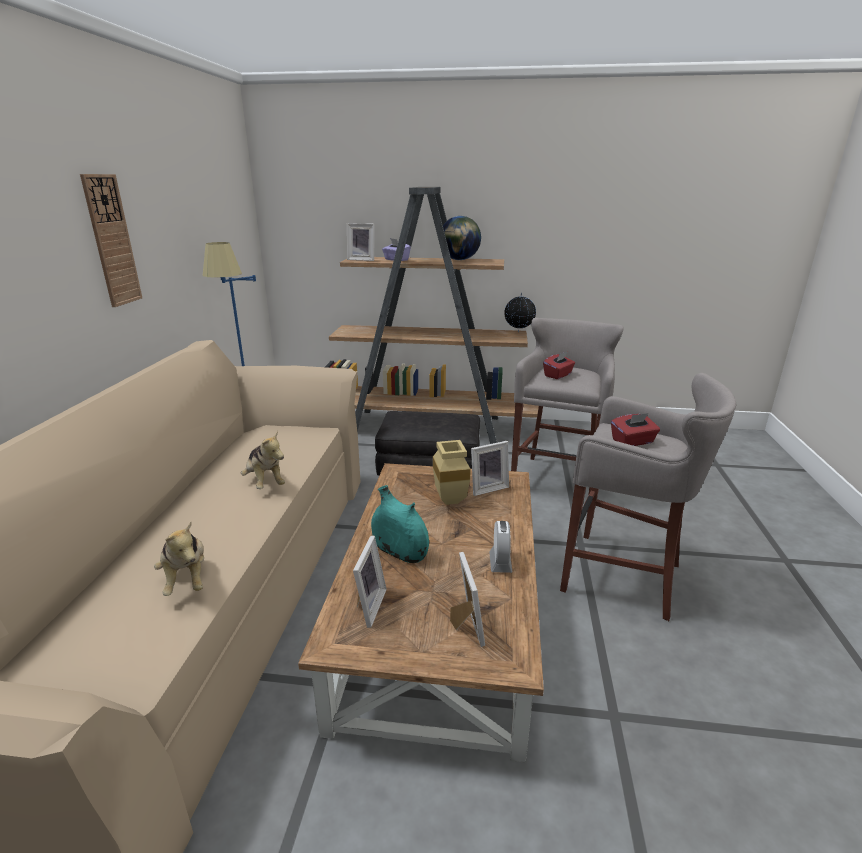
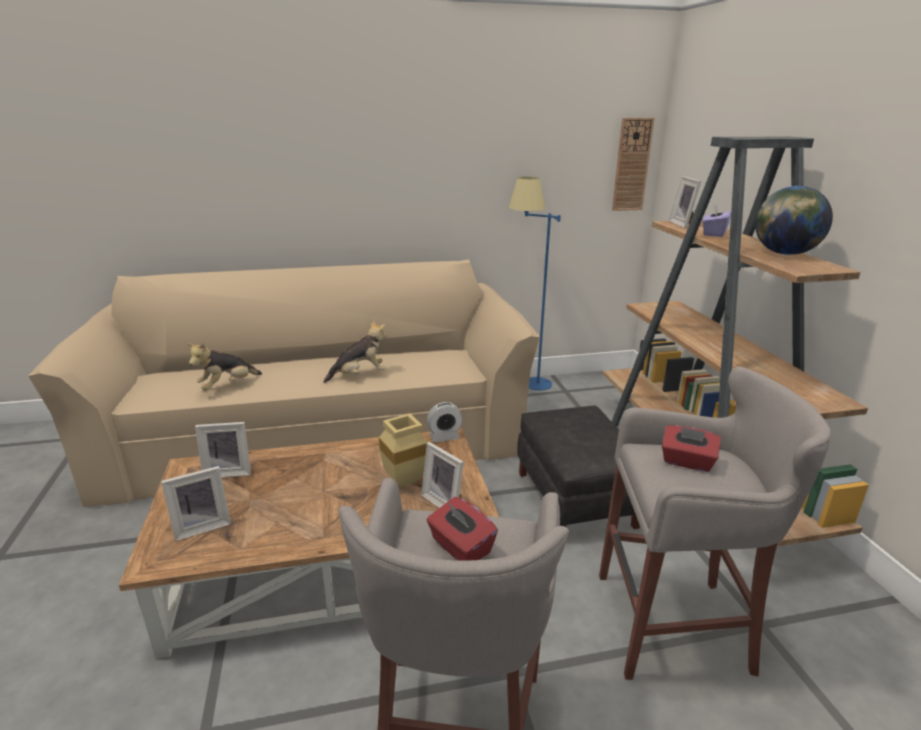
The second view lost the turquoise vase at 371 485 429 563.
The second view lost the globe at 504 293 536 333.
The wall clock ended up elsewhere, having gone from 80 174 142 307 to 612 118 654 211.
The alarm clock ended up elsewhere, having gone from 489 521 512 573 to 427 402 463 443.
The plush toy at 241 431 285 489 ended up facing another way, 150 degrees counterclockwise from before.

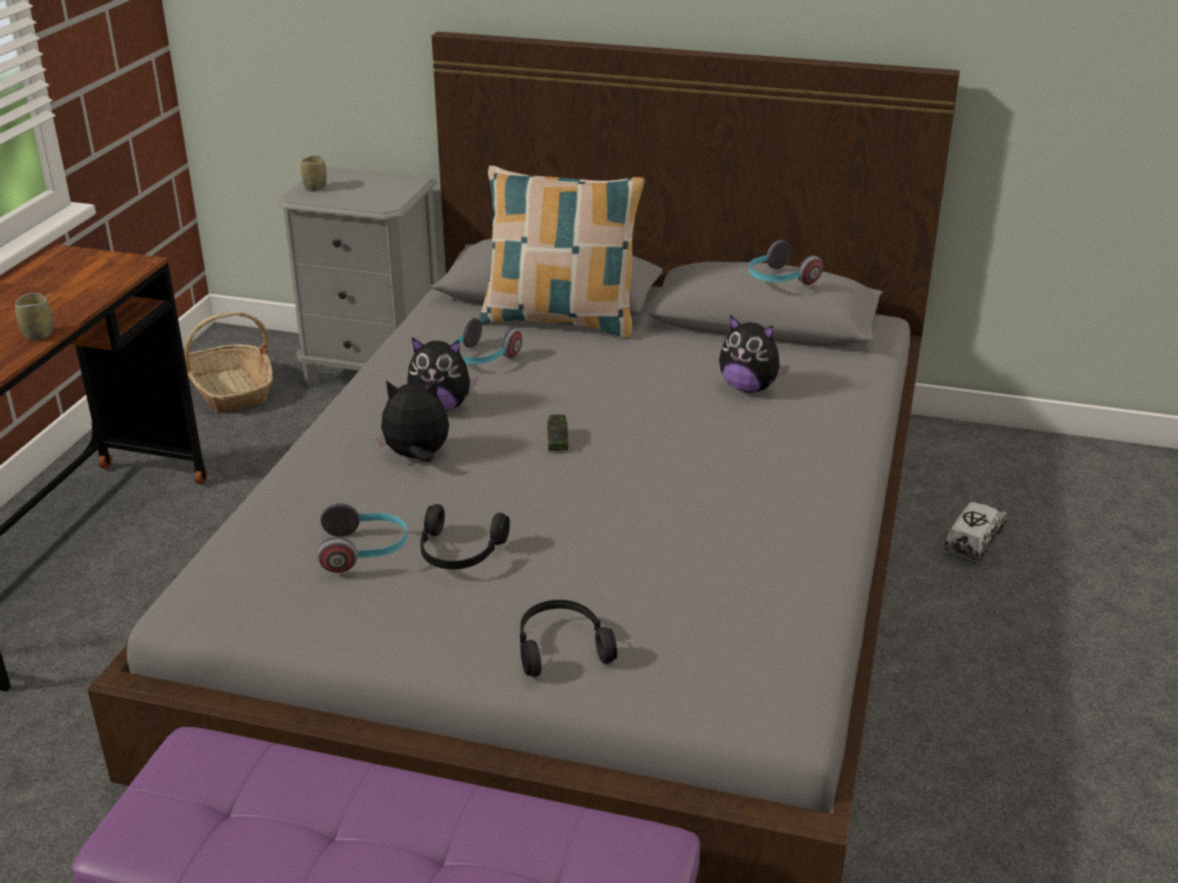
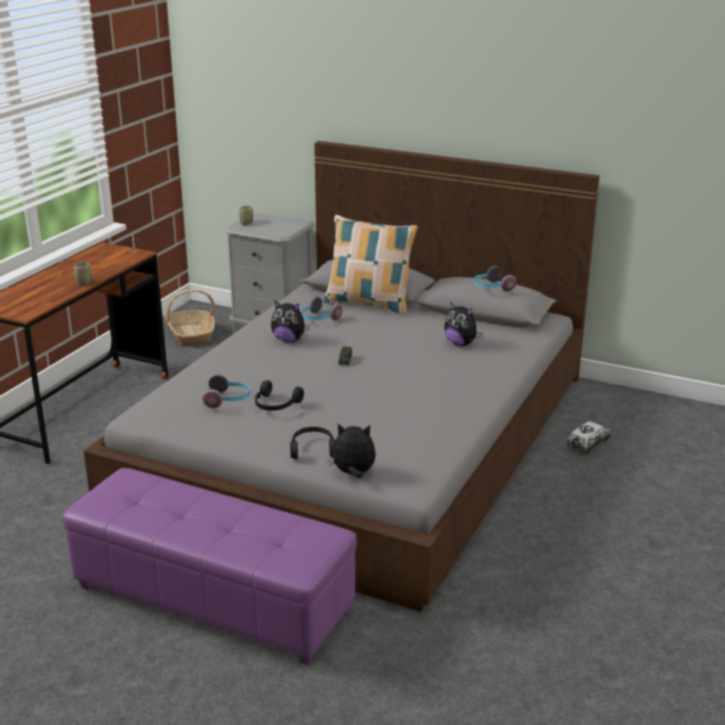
The plush toy ended up elsewhere, having gone from 375 379 449 462 to 327 424 376 478.

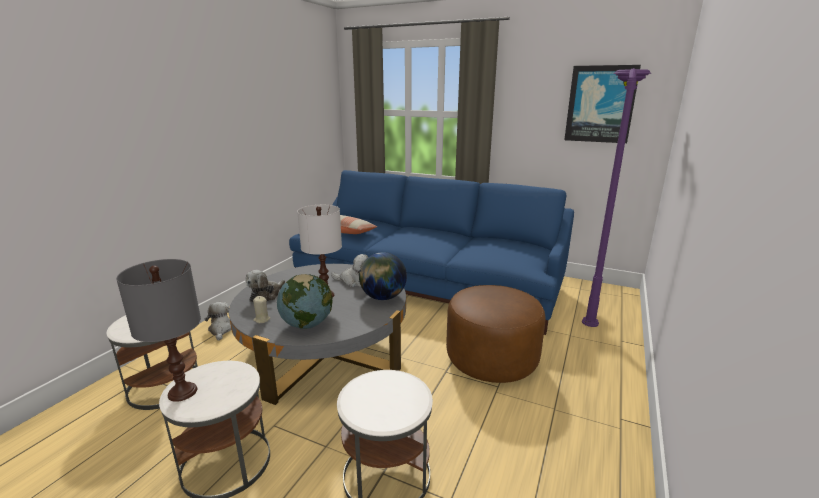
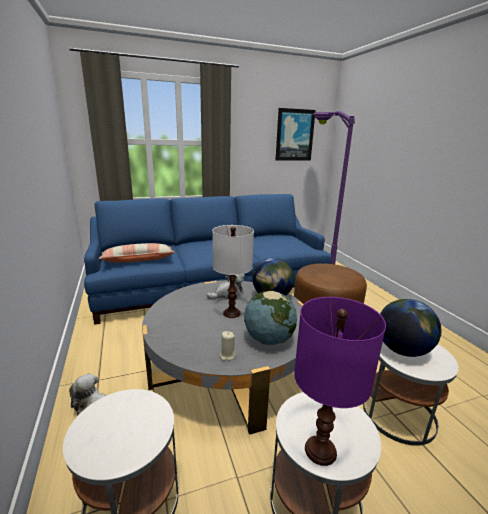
The second view lost the plush toy at 245 270 285 302.
The second view gained the globe at 380 299 441 357.
What was the grey table lamp at 116 259 201 402 turned into the purple table lamp at 294 297 386 466.

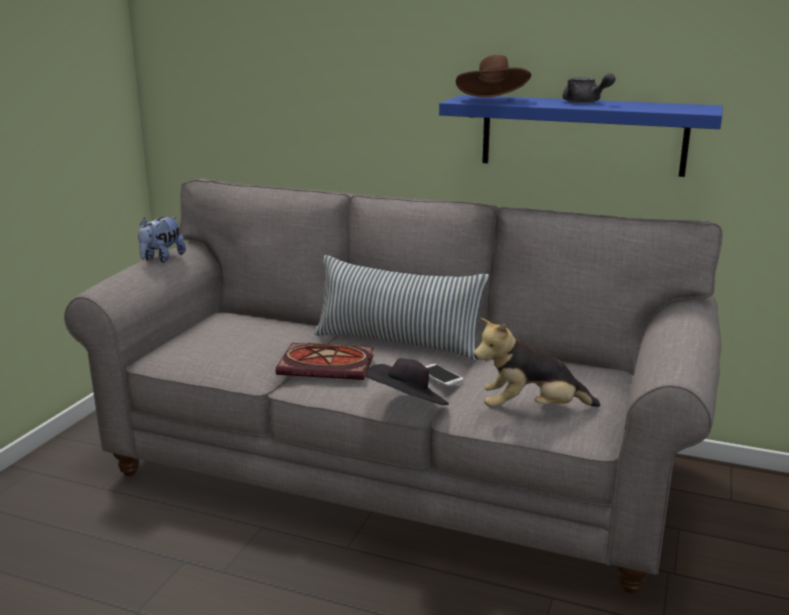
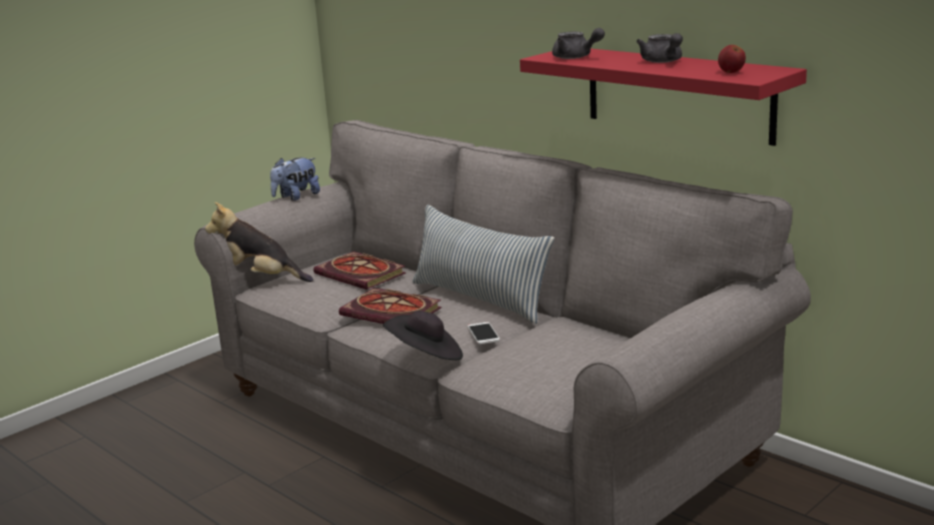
The second view gained the book at 313 251 406 290.
The second view gained the apple at 718 45 746 73.
The plush toy ended up elsewhere, having gone from 474 318 601 407 to 205 202 313 282.
Where the brown hat stood at 456 55 531 97, the grey teapot came to stand at 552 28 605 59.
What was the blue shelf at 439 95 723 177 turned into the red shelf at 520 49 807 146.

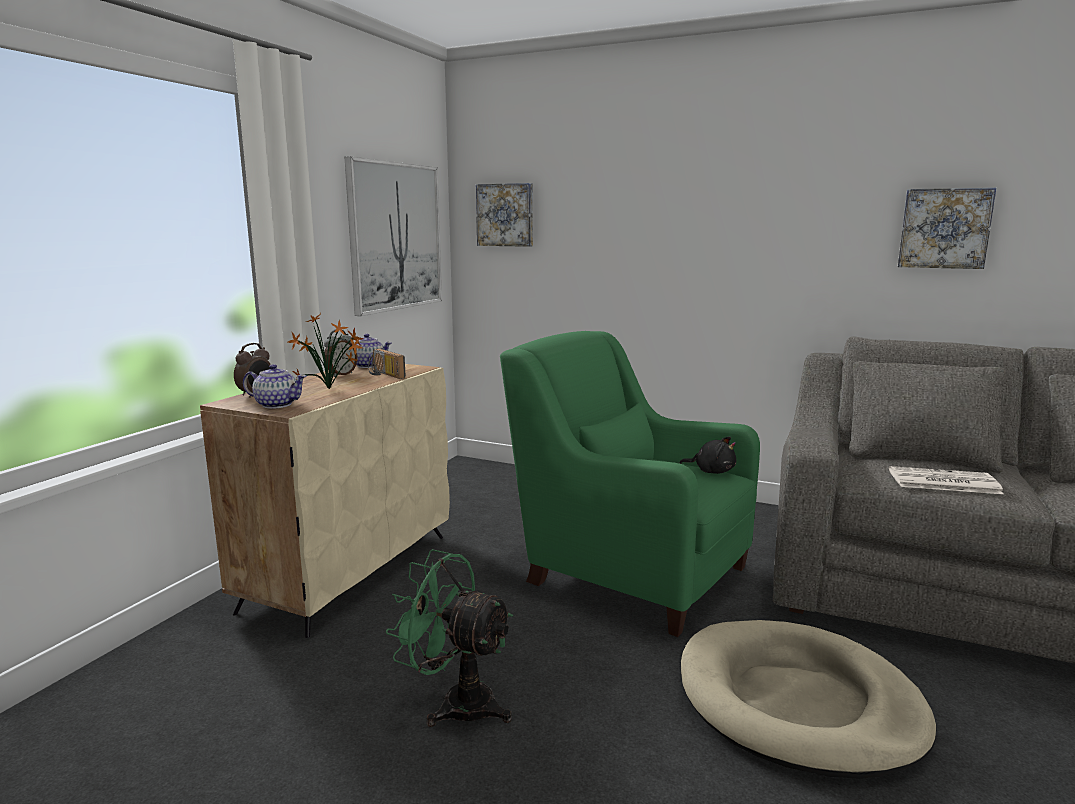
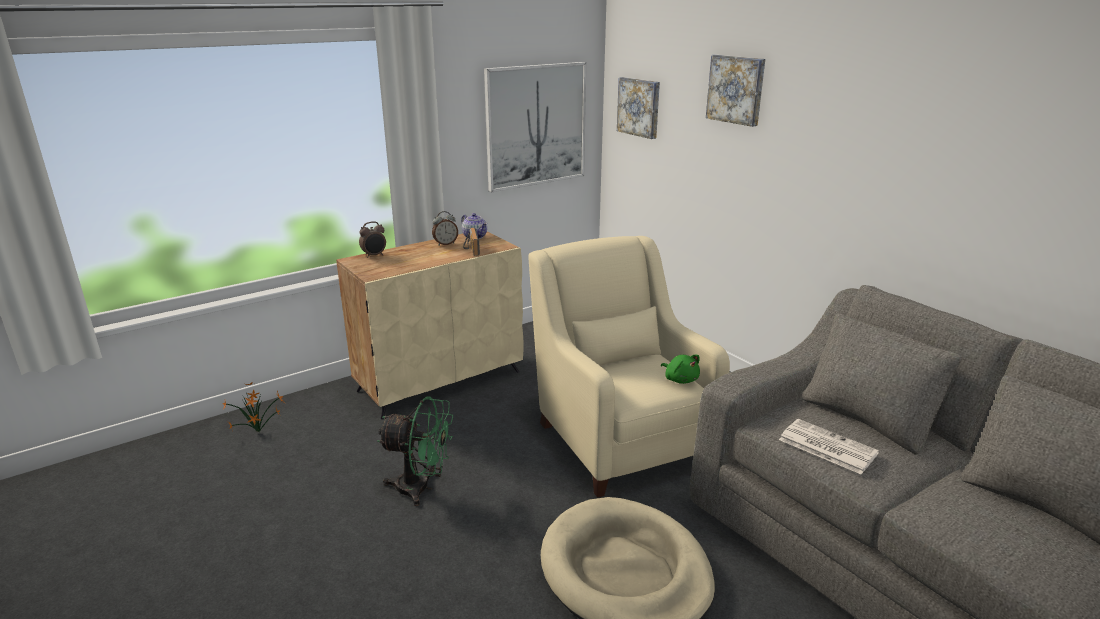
The second view lost the teapot at 243 364 307 409.
The potted plant ended up elsewhere, having gone from 288 313 364 389 to 223 382 285 432.
The picture ended up elsewhere, having gone from 898 188 996 269 to 706 55 765 127.
What was the green armchair at 500 331 760 637 turned into the beige armchair at 528 236 730 498.
What was the black plush toy at 679 436 737 474 turned into the green plush toy at 661 355 700 384.
The green fan at 386 549 513 727 ended up facing another way, 135 degrees clockwise from before.

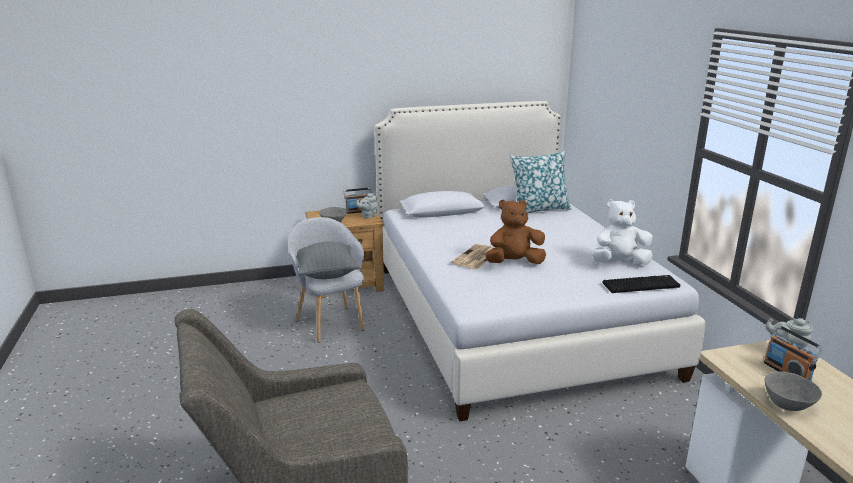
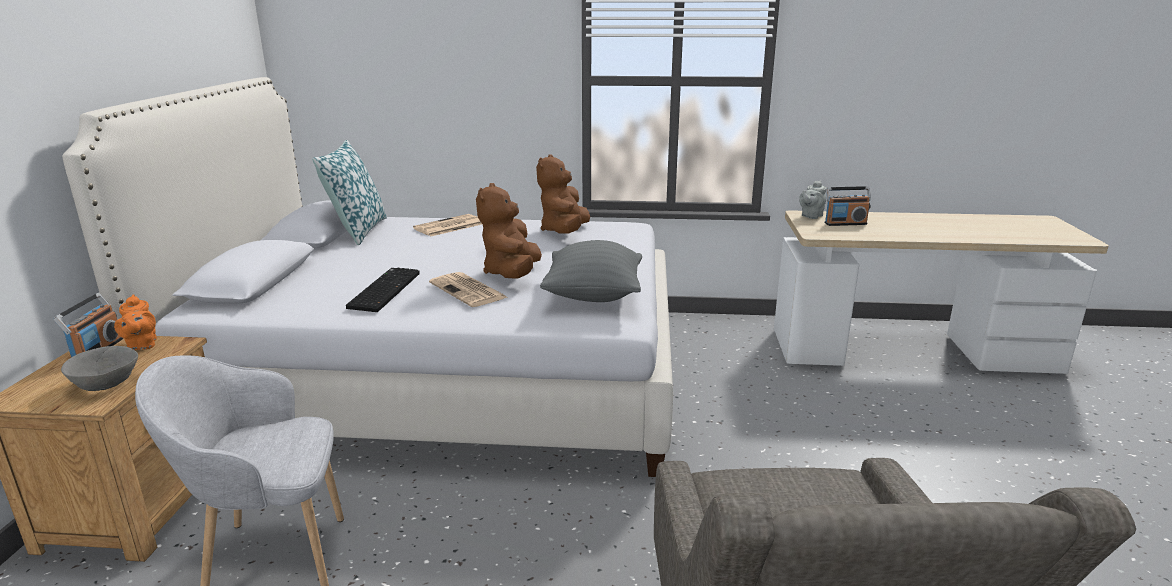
The second view lost the grey bowl at 765 371 822 411.
The second view gained the newspaper at 413 214 482 236.
The grey pillow ended up elsewhere, having gone from 297 241 360 279 to 540 240 642 302.
The keyboard ended up elsewhere, having gone from 603 275 680 293 to 346 268 420 312.
What was the grey teapot at 357 193 378 218 turned into the orange teapot at 114 294 157 350.
What was the white plush toy at 592 199 653 265 turned into the brown plush toy at 536 154 590 234.

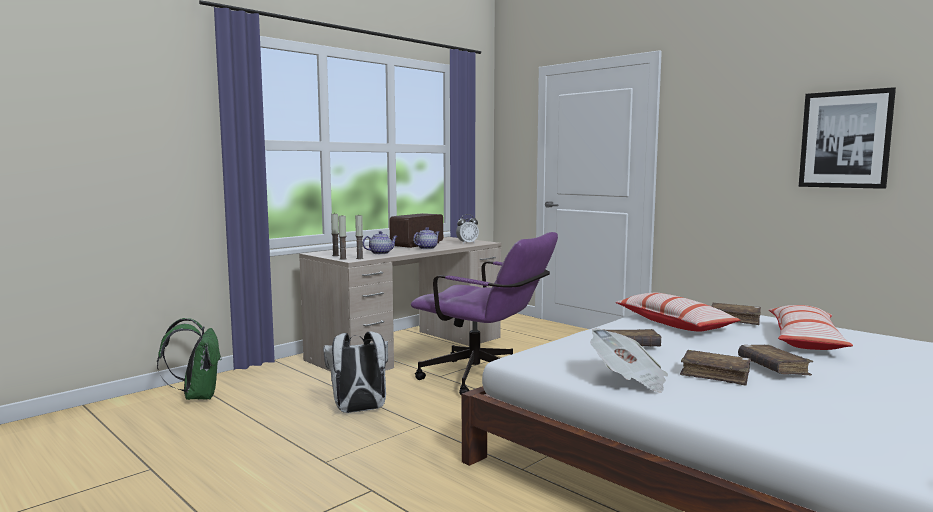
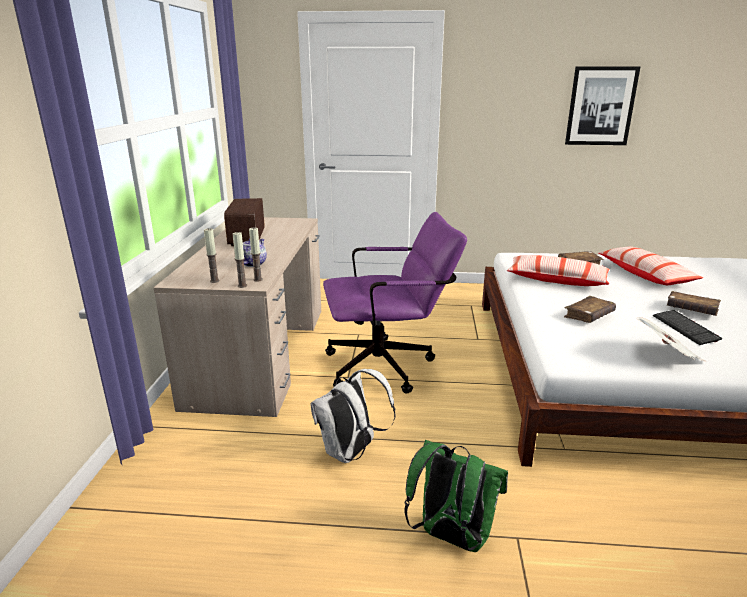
The second view lost the teapot at 413 227 439 249.
The second view lost the alarm clock at 456 214 479 244.
The green backpack ended up elsewhere, having gone from 157 318 222 400 to 404 440 508 552.
Where the brown book stood at 680 350 751 386, the keyboard came to stand at 653 310 722 345.

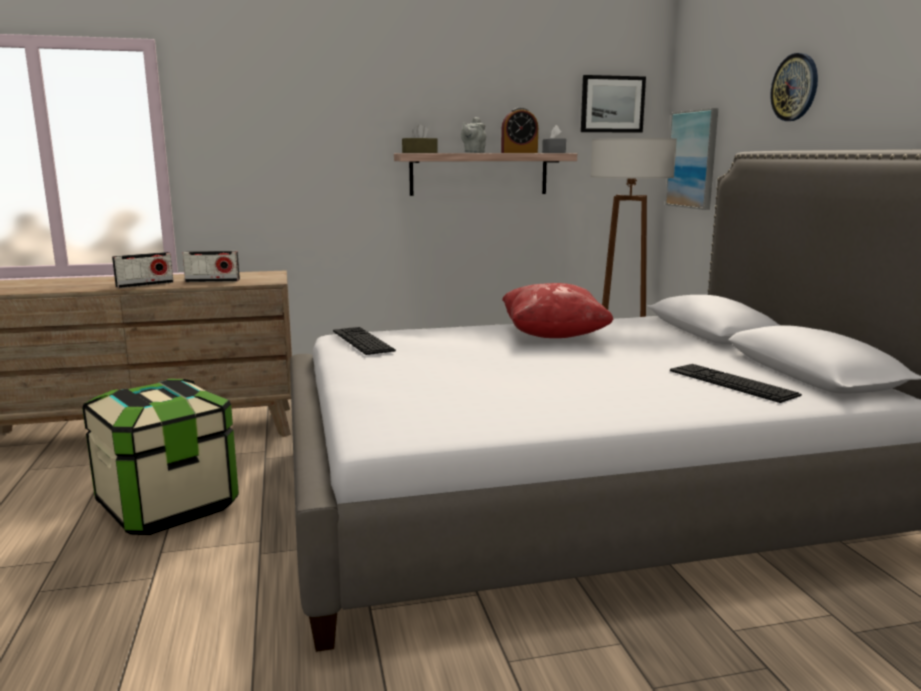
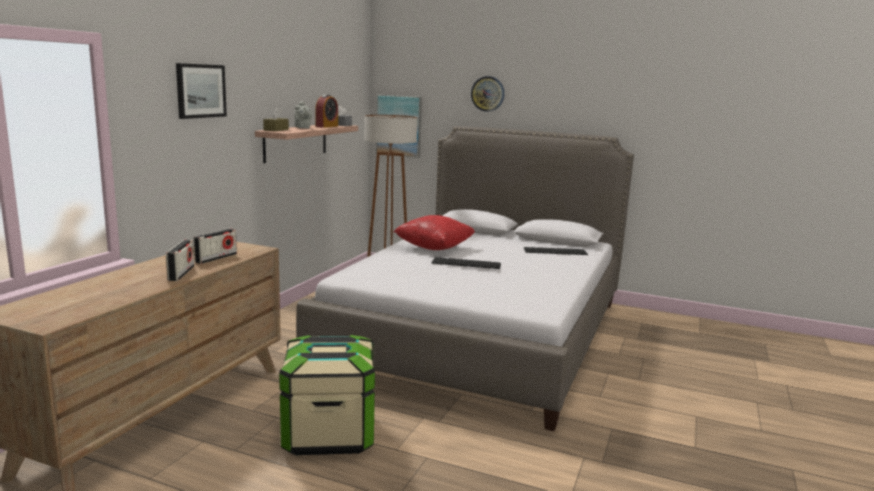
The keyboard ended up elsewhere, having gone from 333 327 396 355 to 431 257 501 269.
The picture ended up elsewhere, having gone from 581 75 646 133 to 176 63 227 119.

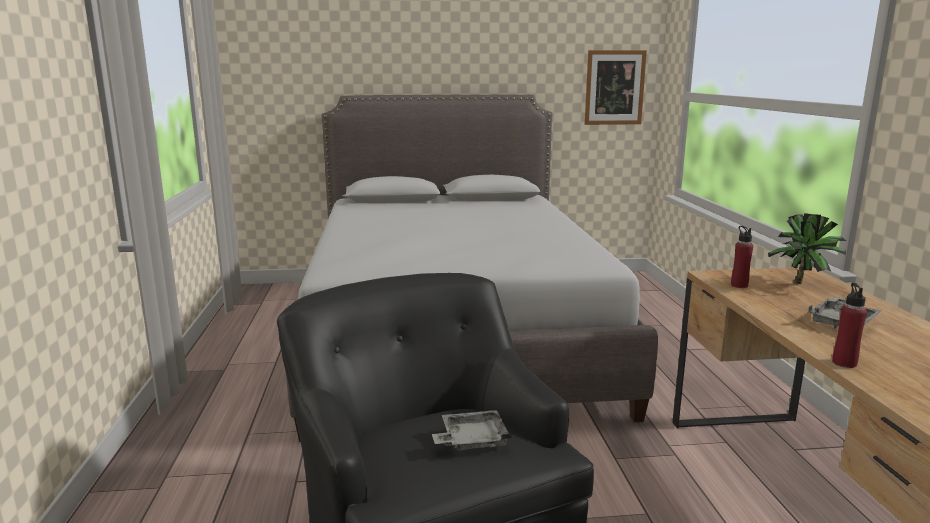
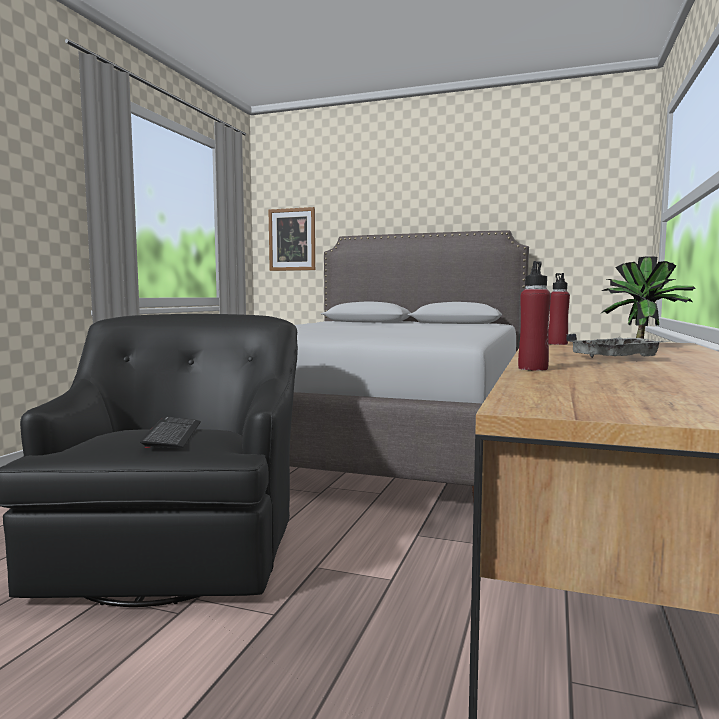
The picture ended up elsewhere, having gone from 585 50 647 125 to 269 207 315 271.
Where the grey tray stood at 432 410 512 451, the keyboard came to stand at 140 416 201 448.

